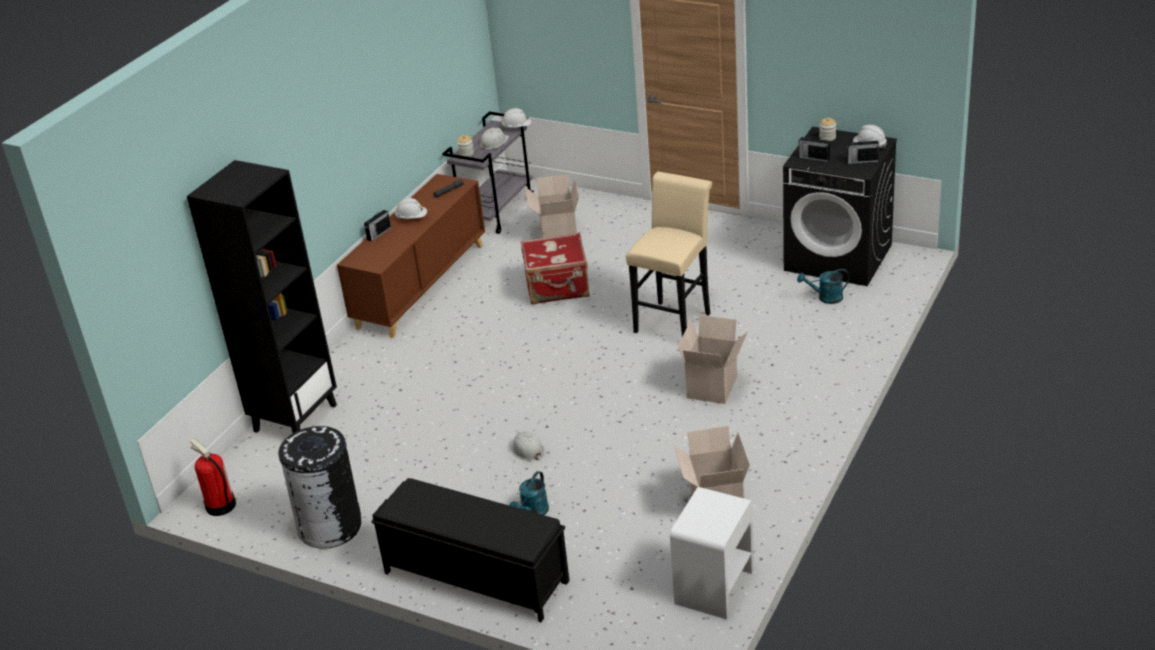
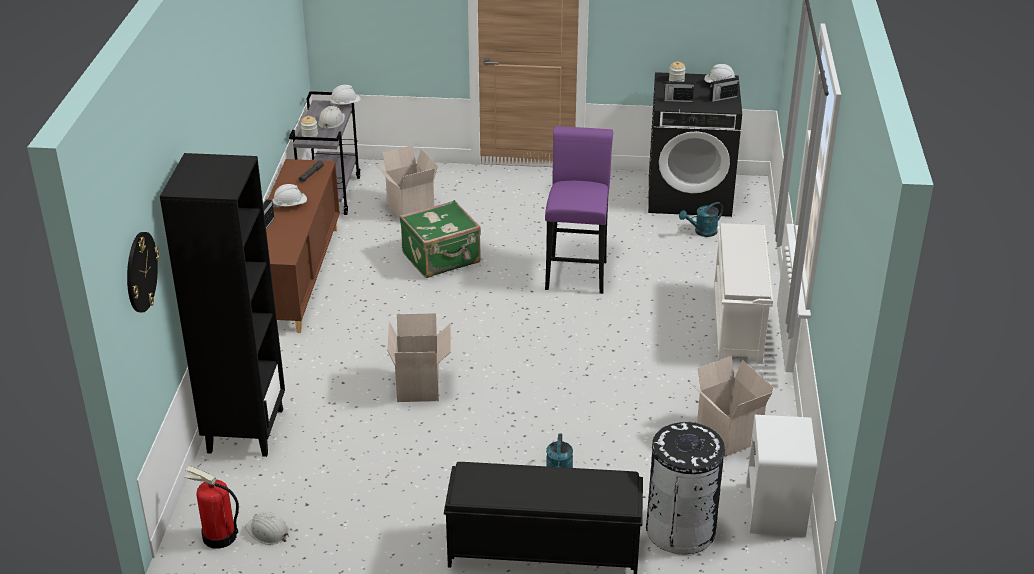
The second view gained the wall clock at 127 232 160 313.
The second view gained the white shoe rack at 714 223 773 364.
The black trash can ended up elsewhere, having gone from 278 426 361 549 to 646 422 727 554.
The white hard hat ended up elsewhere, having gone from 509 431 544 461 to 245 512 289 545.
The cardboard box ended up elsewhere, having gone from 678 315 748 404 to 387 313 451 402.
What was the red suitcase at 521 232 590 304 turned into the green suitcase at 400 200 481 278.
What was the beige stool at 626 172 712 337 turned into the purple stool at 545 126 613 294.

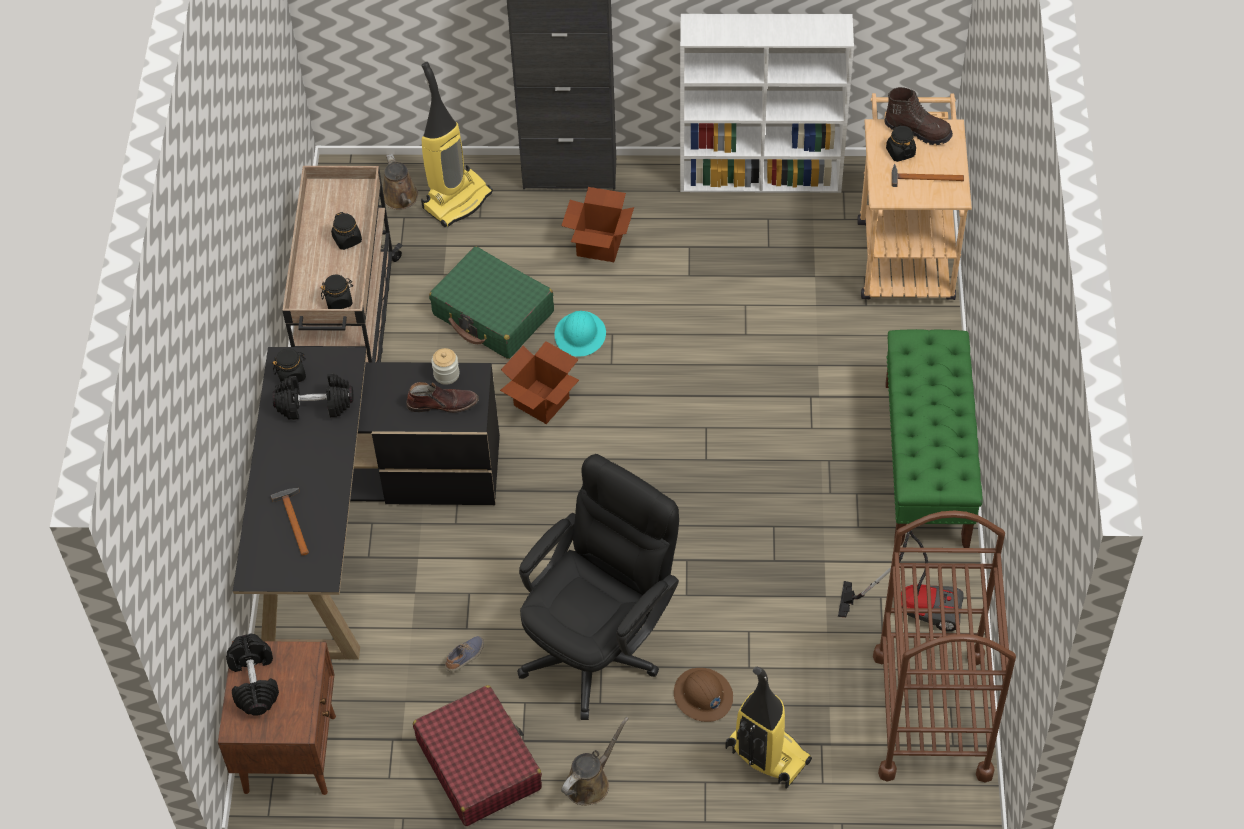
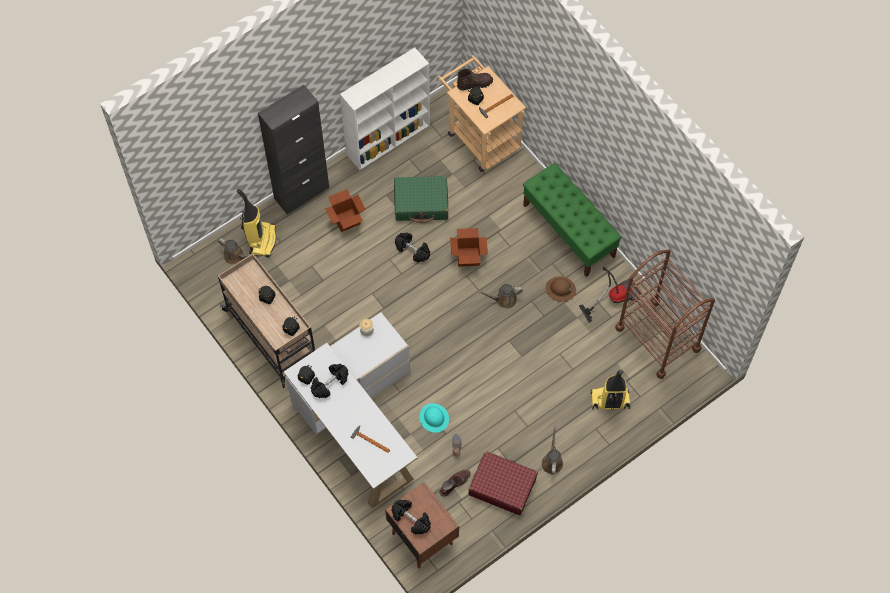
The second view lost the black office chair at 517 454 679 720.
The second view gained the black dumbbell at 395 233 430 262.
The second view gained the brown watering can at 477 284 523 309.
The brown boot ended up elsewhere, having gone from 406 382 479 413 to 439 469 471 497.
The green suitcase ended up elsewhere, having gone from 429 247 554 359 to 394 176 448 223.
The cardboard box ended up elsewhere, having gone from 500 341 579 424 to 450 228 488 267.
The turquoise hard hat ended up elsewhere, having gone from 555 311 606 357 to 419 403 449 433.
The brown hard hat ended up elsewhere, having gone from 674 668 733 722 to 546 277 576 302.
What was the black desk at 233 347 500 660 turned into the white desk at 284 313 418 509.

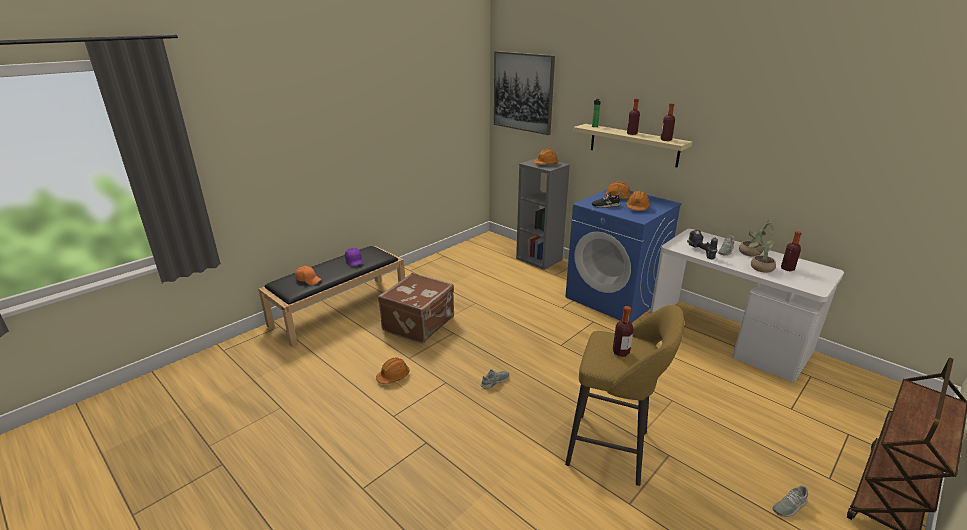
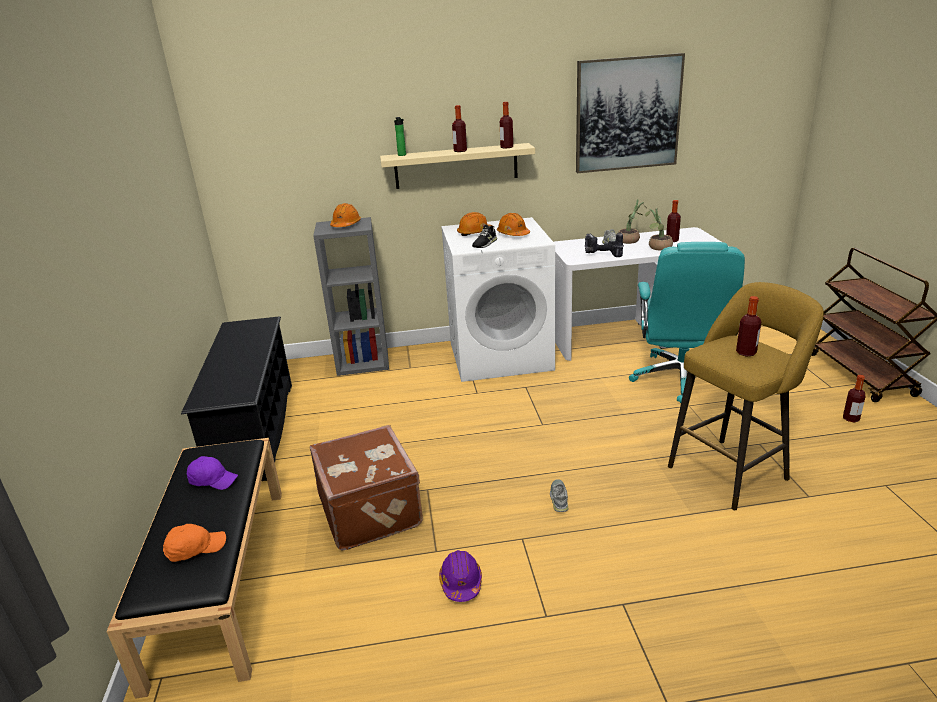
The second view gained the black shoe rack at 181 317 292 481.
The second view gained the turquoise office chair at 629 242 745 403.
The picture ended up elsewhere, having gone from 494 51 555 135 to 576 53 685 173.
Where the grey shoe stood at 772 485 808 517, the bottle came to stand at 843 375 865 422.
What was the orange hard hat at 376 357 410 384 turned into the purple hard hat at 439 550 482 602.
What was the blue washing machine at 565 189 682 323 turned into the white washing machine at 441 217 555 382.

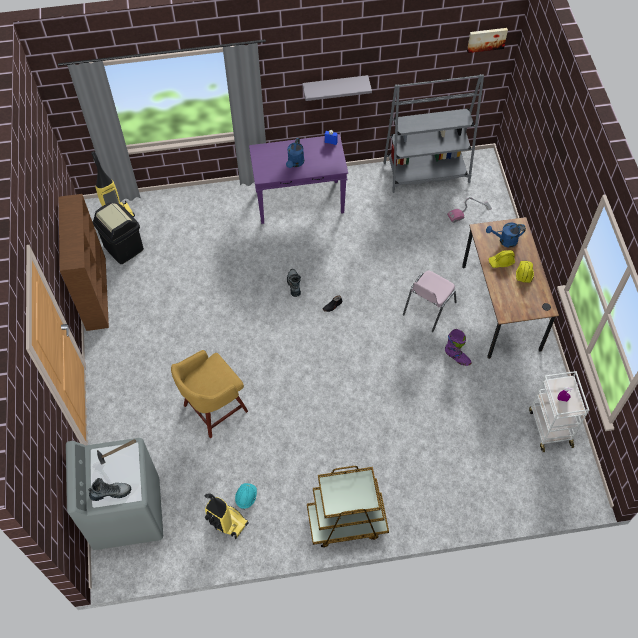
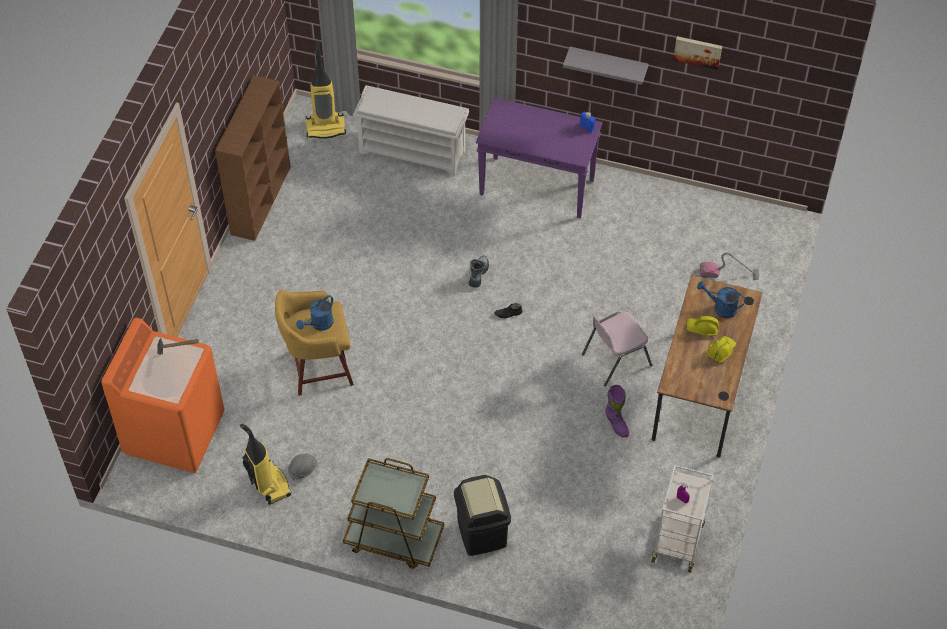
The second view lost the boot at 89 478 131 501.
The second view lost the grey bookcase at 383 74 484 193.
The second view gained the white shoe rack at 353 85 469 176.
The black trash can ended up elsewhere, having gone from 93 202 144 264 to 454 475 511 556.
The blue watering can ended up elsewhere, having gone from 286 138 304 168 to 296 295 333 331.
The picture ended up elsewhere, having gone from 467 28 508 53 to 673 36 722 70.
What was the grey washing machine at 66 438 163 550 turned into the orange washing machine at 102 318 224 473.
What was the turquoise hard hat at 235 483 257 510 turned into the grey hard hat at 288 454 318 481.

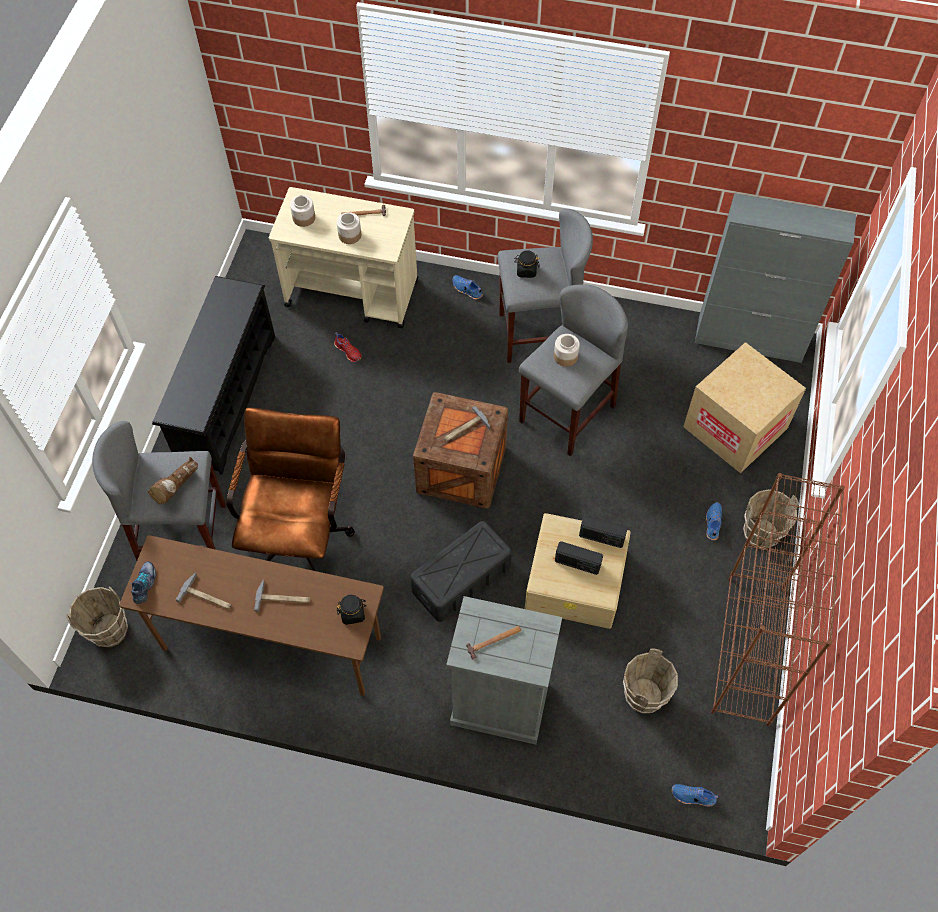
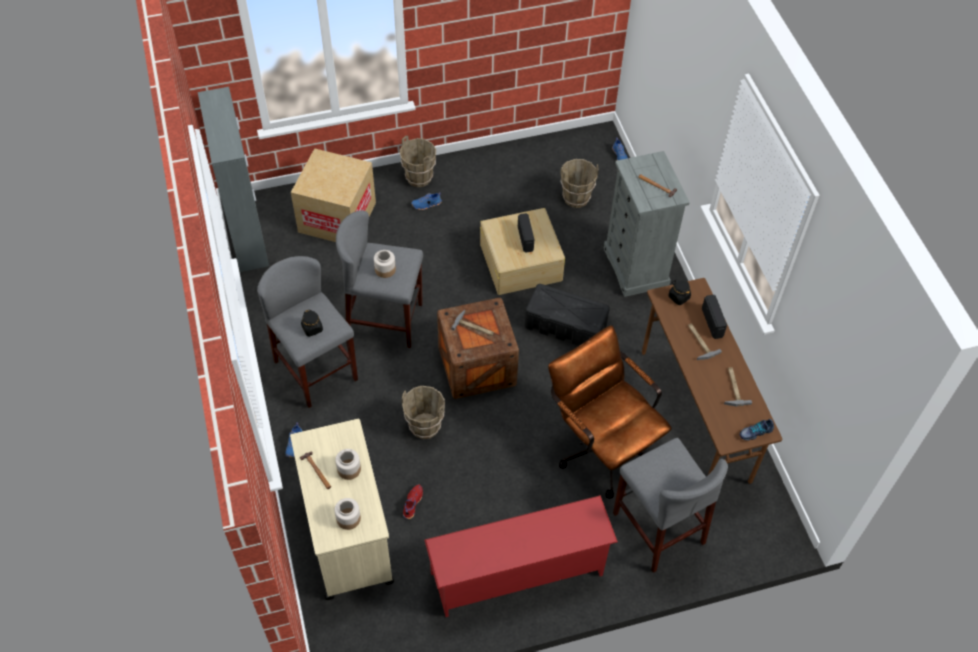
The second view lost the brown boot at 148 457 198 505.
The second view lost the brown bookcase at 711 473 845 726.
The brown bucket ended up elsewhere, having gone from 66 586 128 647 to 402 386 445 439.
The radio ended up elsewhere, having gone from 579 516 627 548 to 702 295 727 339.
What was the black shoe rack at 152 276 275 475 turned into the red shoe rack at 424 495 618 617.
The brown office chair at 226 407 355 571 ended up facing another way, 75 degrees clockwise from before.

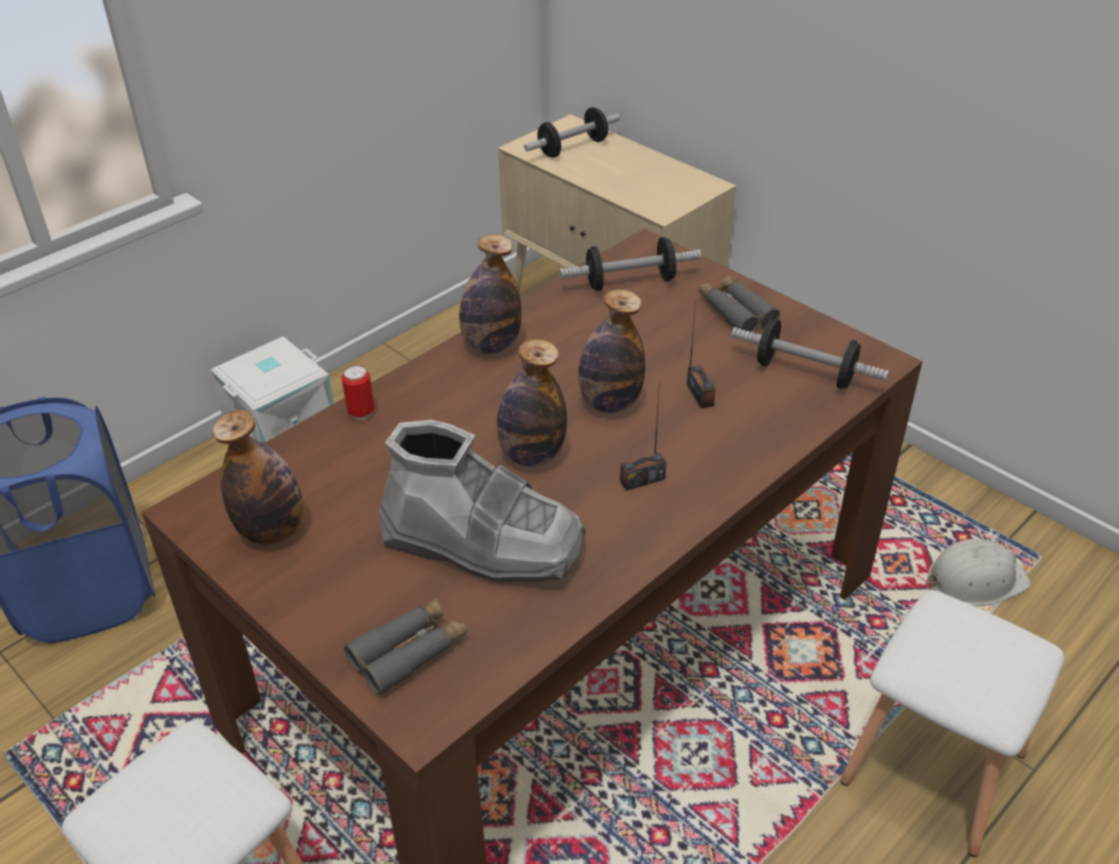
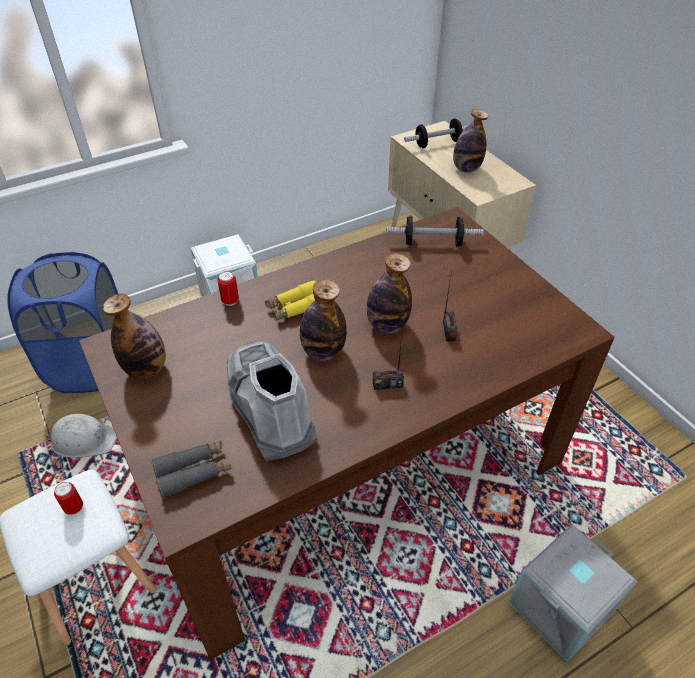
The second view lost the grey binoculars at 698 276 780 333.
The second view lost the dumbbell at 731 319 889 389.
The second view gained the can at 54 482 83 515.
The second view gained the yellow binoculars at 265 280 317 321.
The bottle ended up elsewhere, having gone from 459 235 521 354 to 453 109 489 173.
The white hard hat ended up elsewhere, having gone from 926 539 1031 606 to 45 414 117 458.
Where the white stool stood at 841 590 1065 857, the grey storage box came to stand at 508 524 637 662.
The grey boot at 379 420 586 582 ended up facing another way, 150 degrees counterclockwise from before.

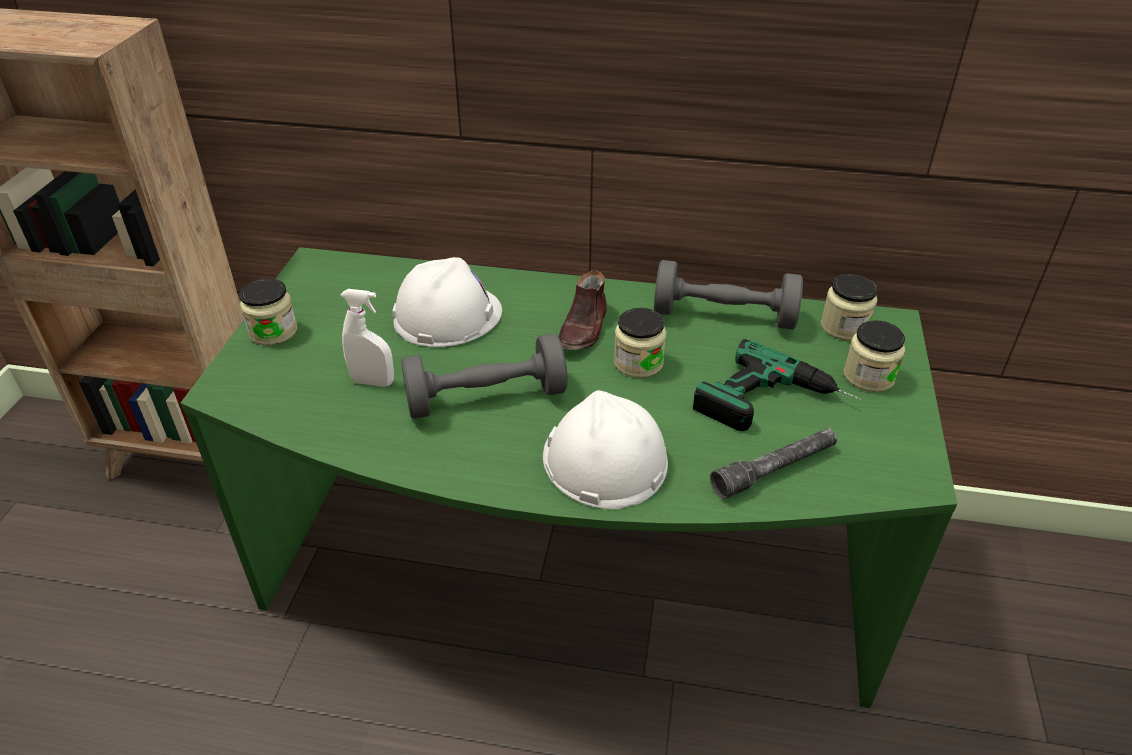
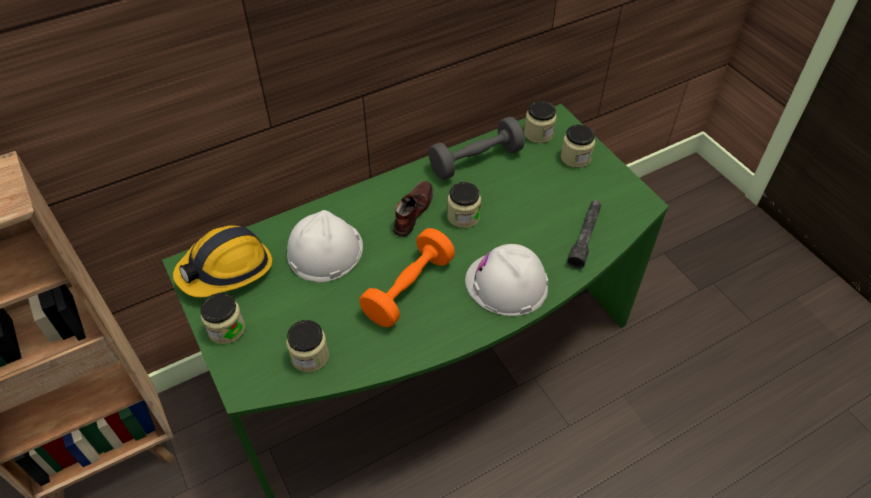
The second view lost the white spray bottle at 341 289 394 387.
The second view lost the power drill at 693 339 861 431.
The second view gained the hard hat at 173 225 273 297.
The second view gained the jar at 286 320 329 372.
What was the grey dumbbell at 401 334 568 419 turned into the orange dumbbell at 359 228 455 327.
The brown shoe at 559 270 607 351 ended up facing another way, 135 degrees counterclockwise from before.

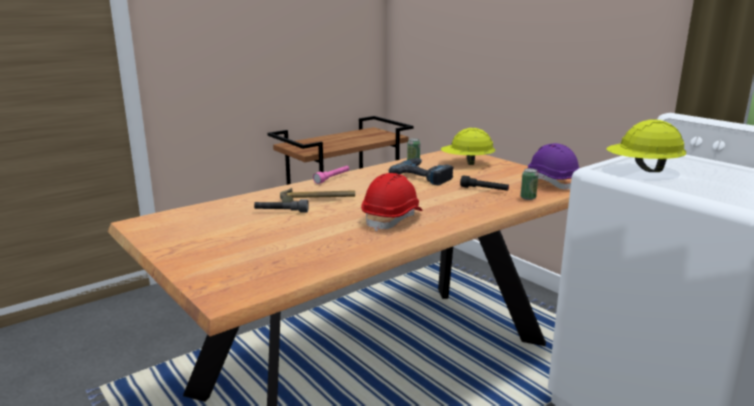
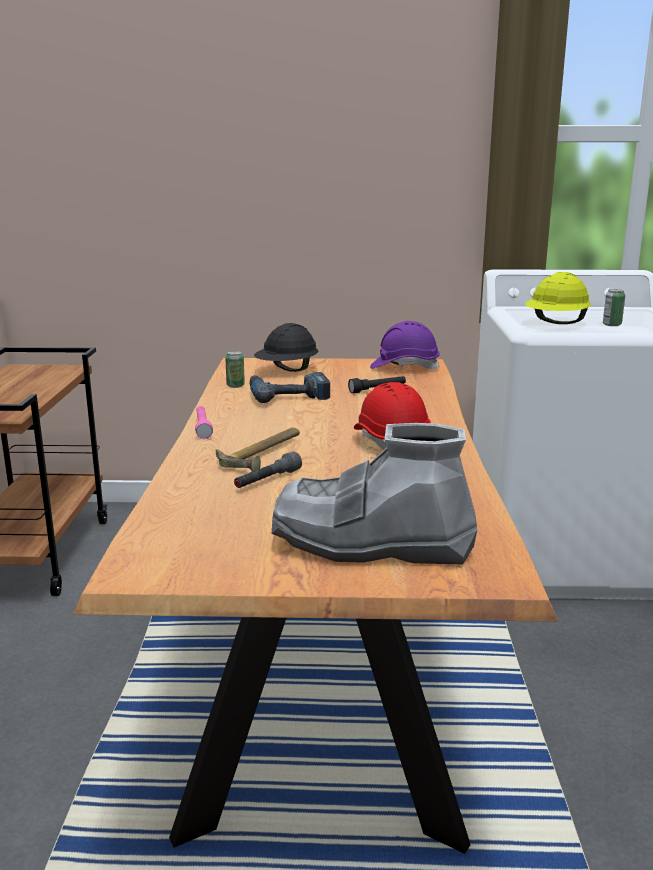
The second view gained the grey boot at 272 423 477 564.
The can ended up elsewhere, having gone from 520 168 538 200 to 603 289 625 326.
What was the yellow hard hat at 441 128 495 165 turned into the black hard hat at 254 323 318 372.

